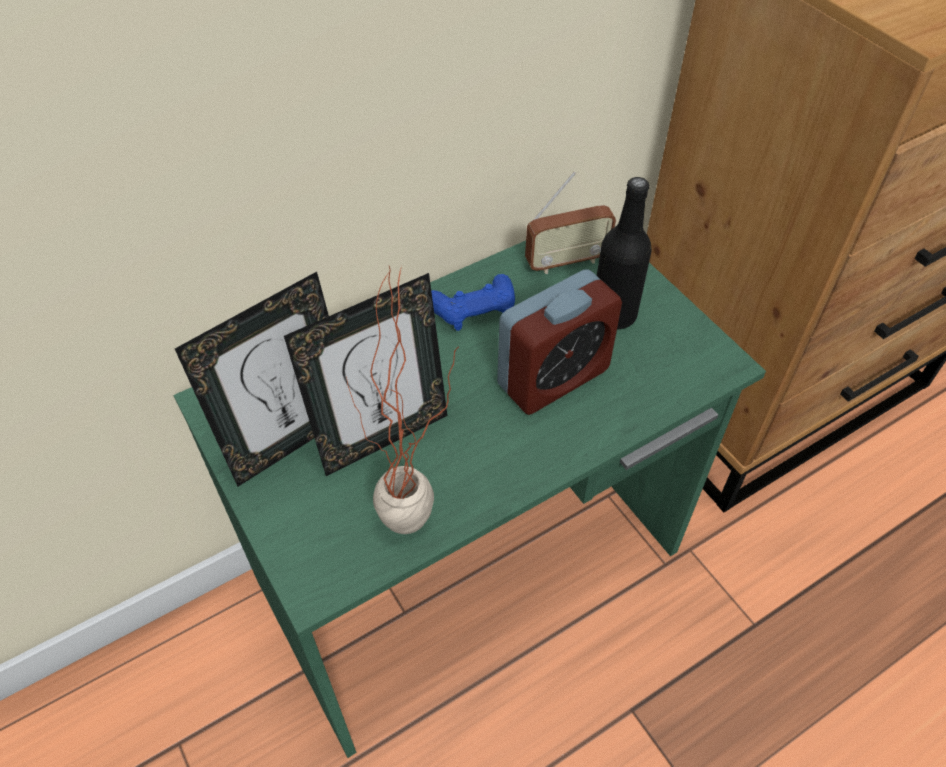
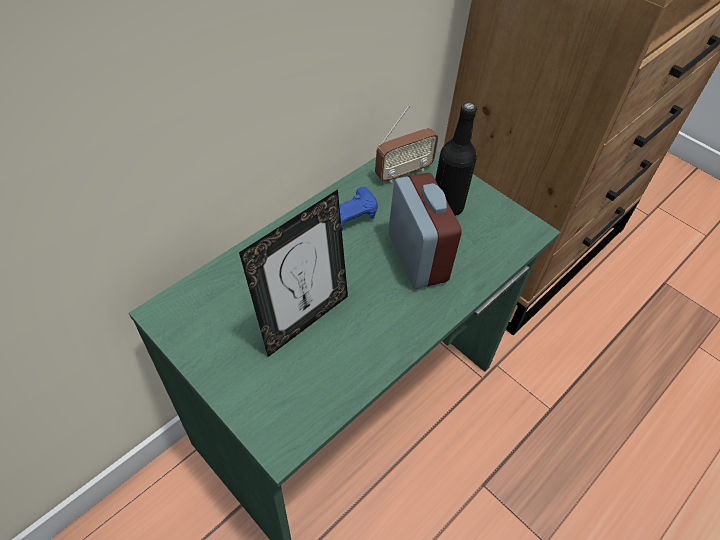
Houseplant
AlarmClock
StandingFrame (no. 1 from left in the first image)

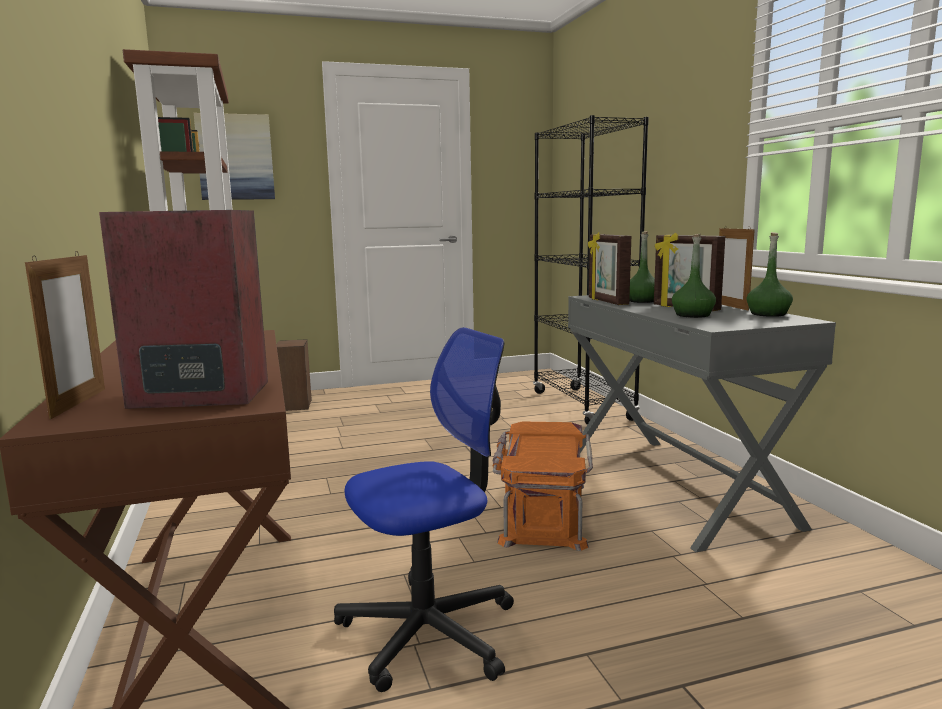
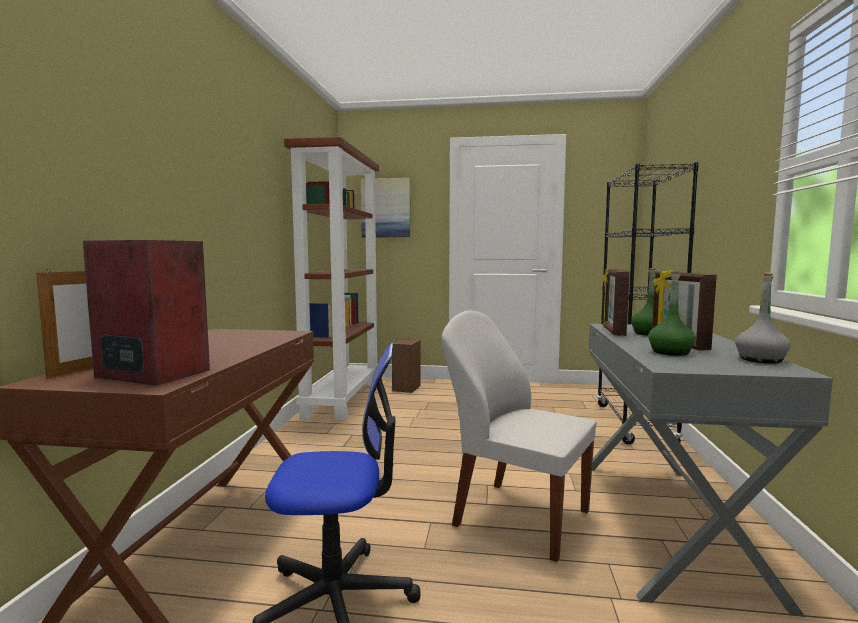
StandingFrame (no. 4 from left in the first image)
GrayDrinkBottle
WhiteColouredChair

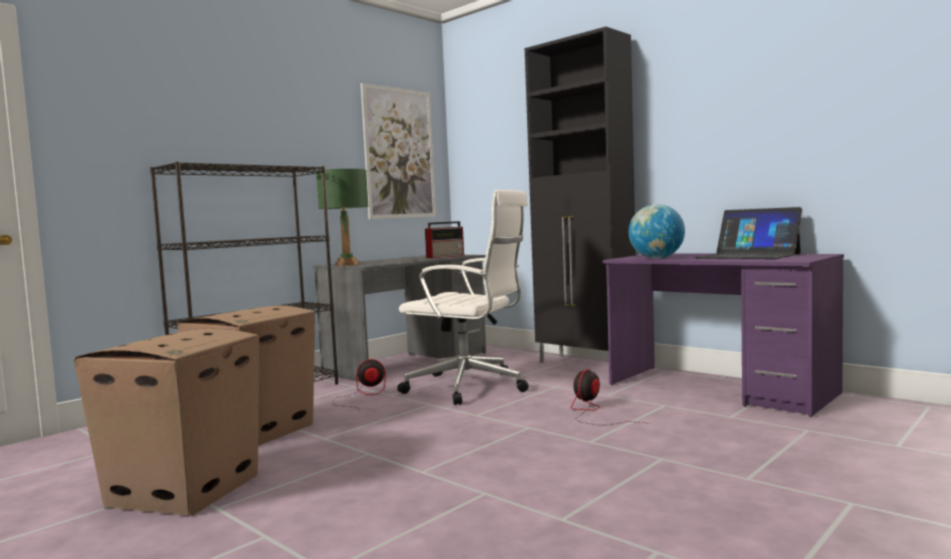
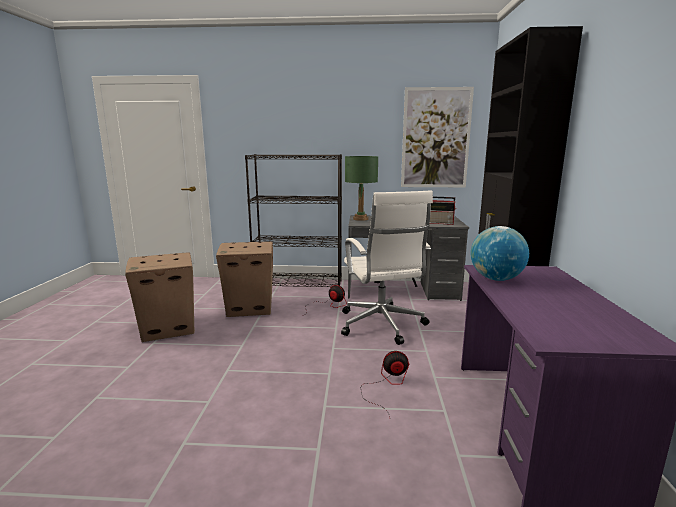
PortableComputer

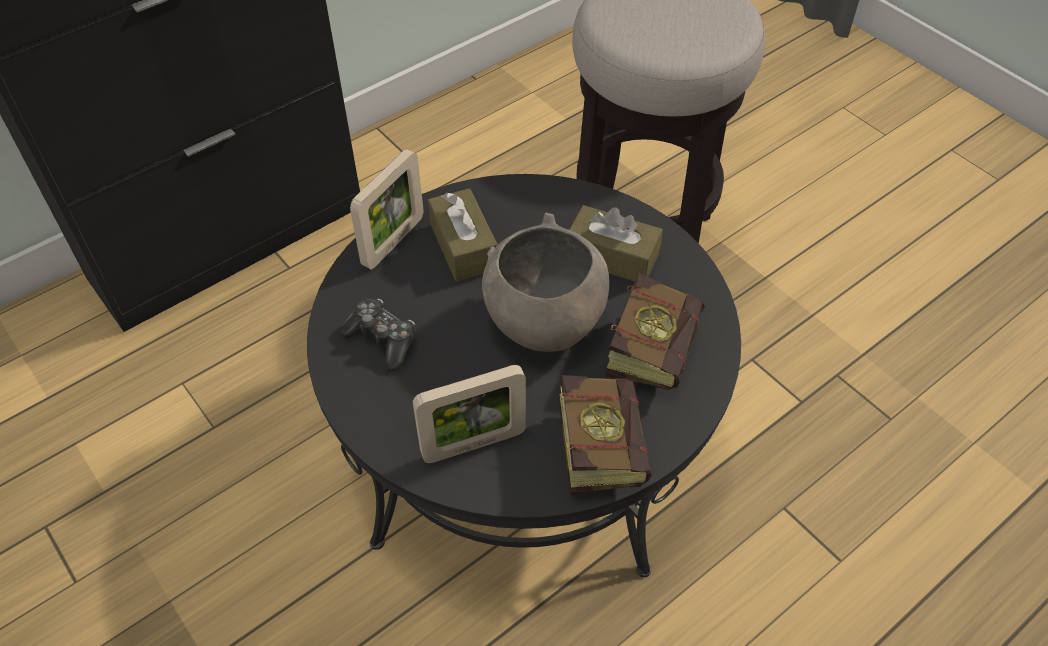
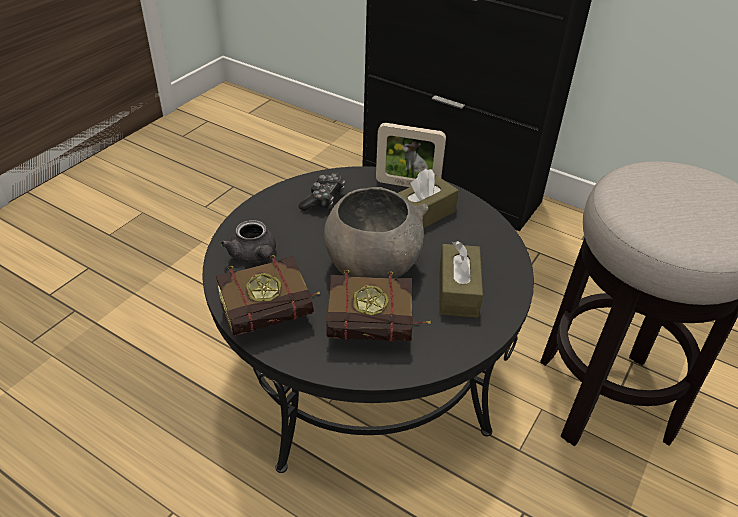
GrayPotForTea

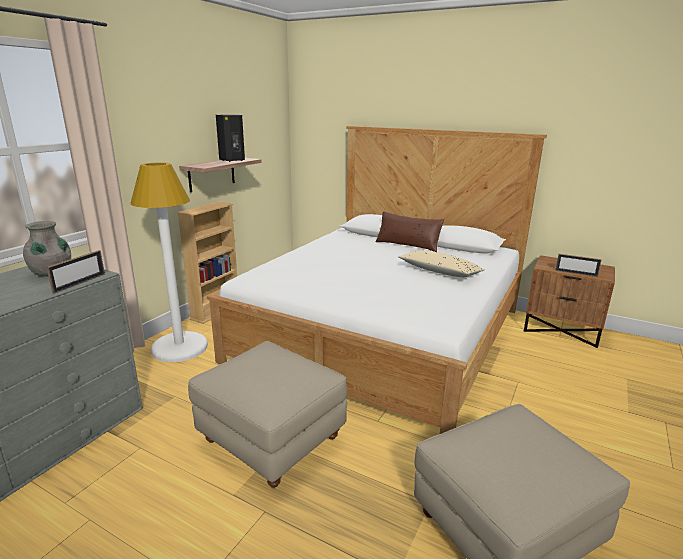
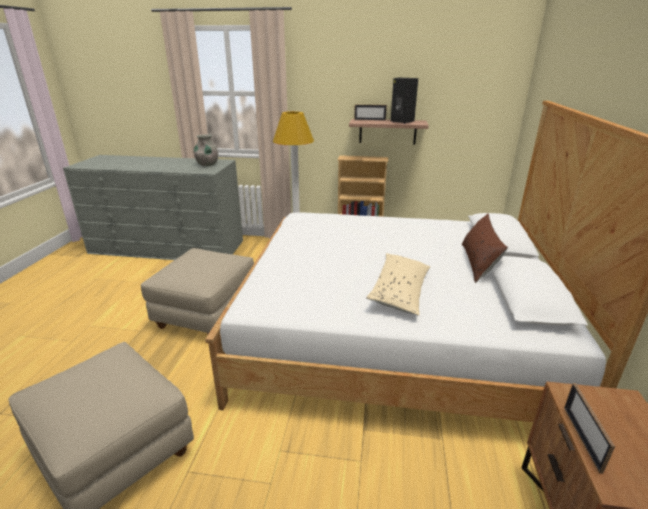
StandingFrame (no. 1 from left)

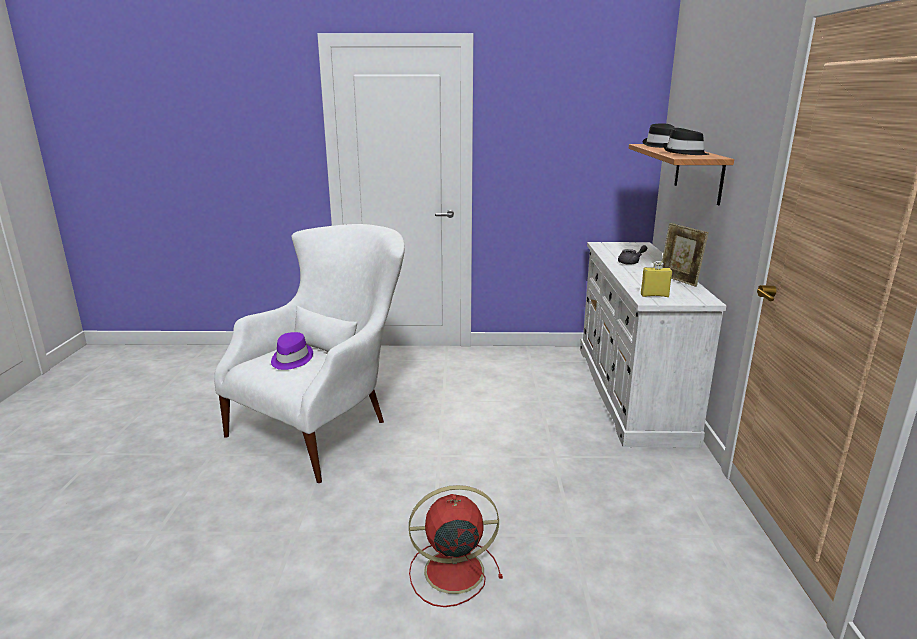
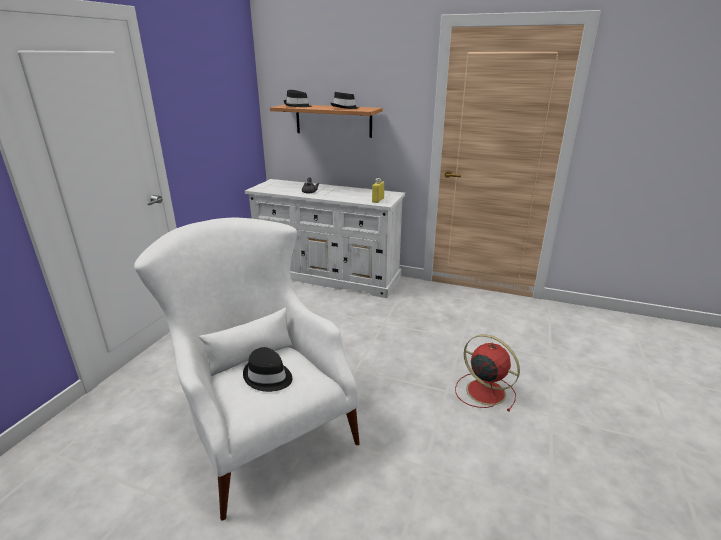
StandingFrame
BlackHat (no. 1 from left)
RedColouredFan

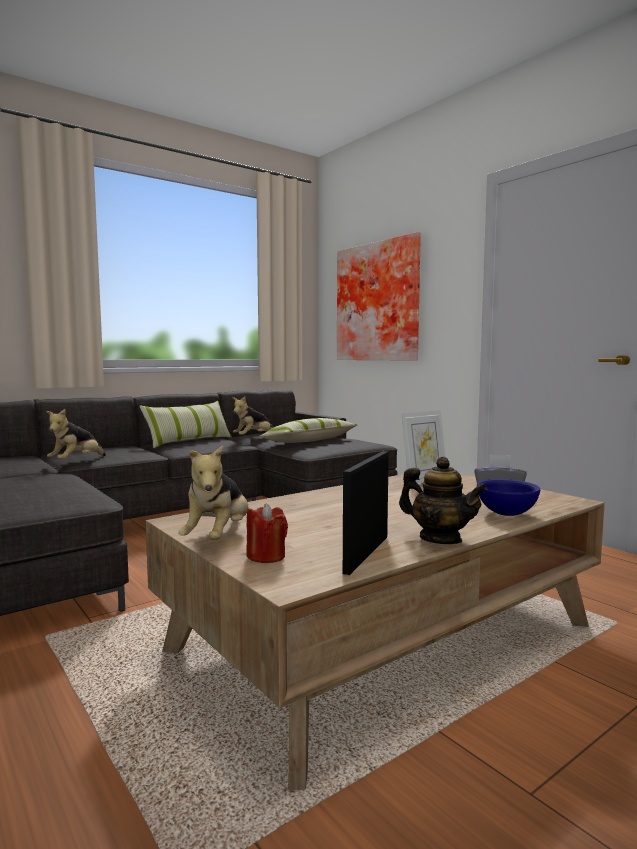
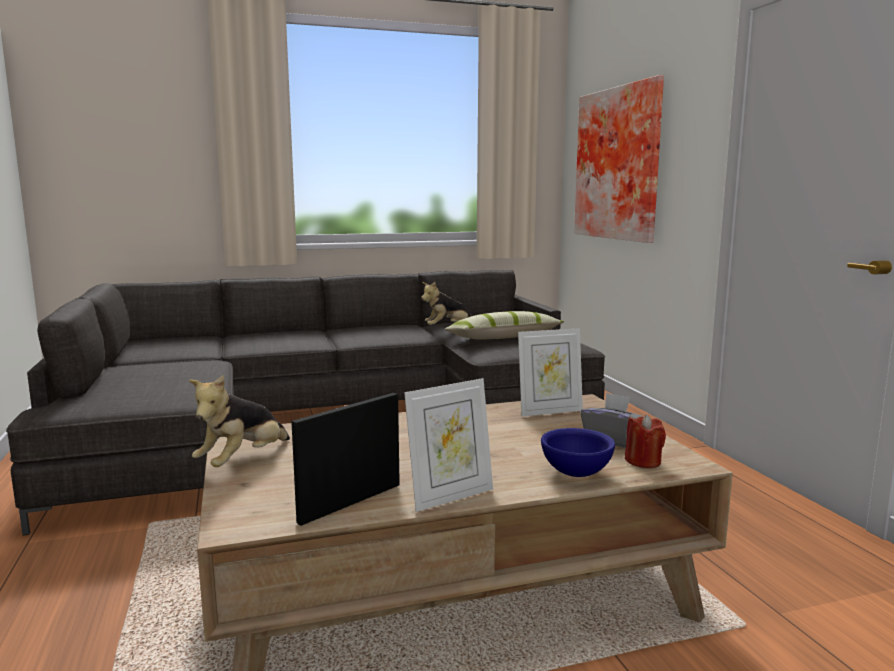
ThrowPillow (no. 1 from left in the first image)
SoftToy (no. 1 from left in the first image)
StandingFrame (no. 2 from left)
RedColouredWaxLight

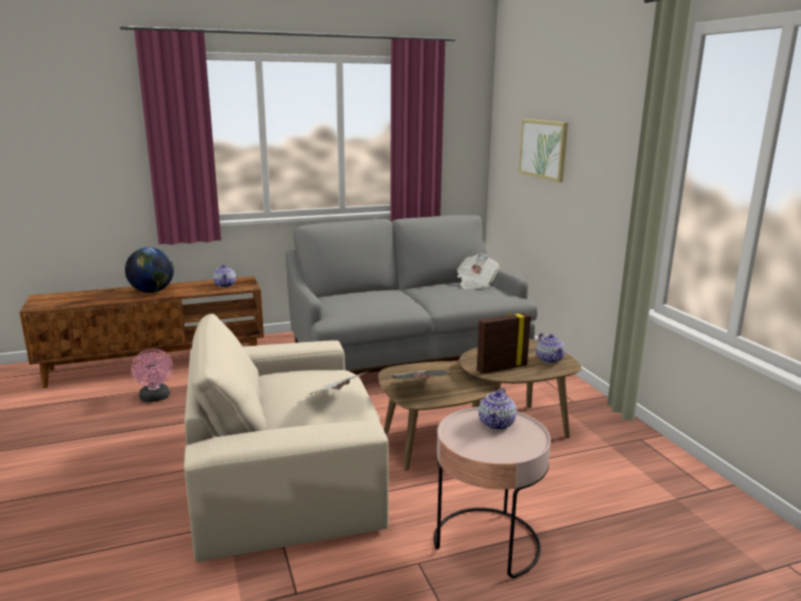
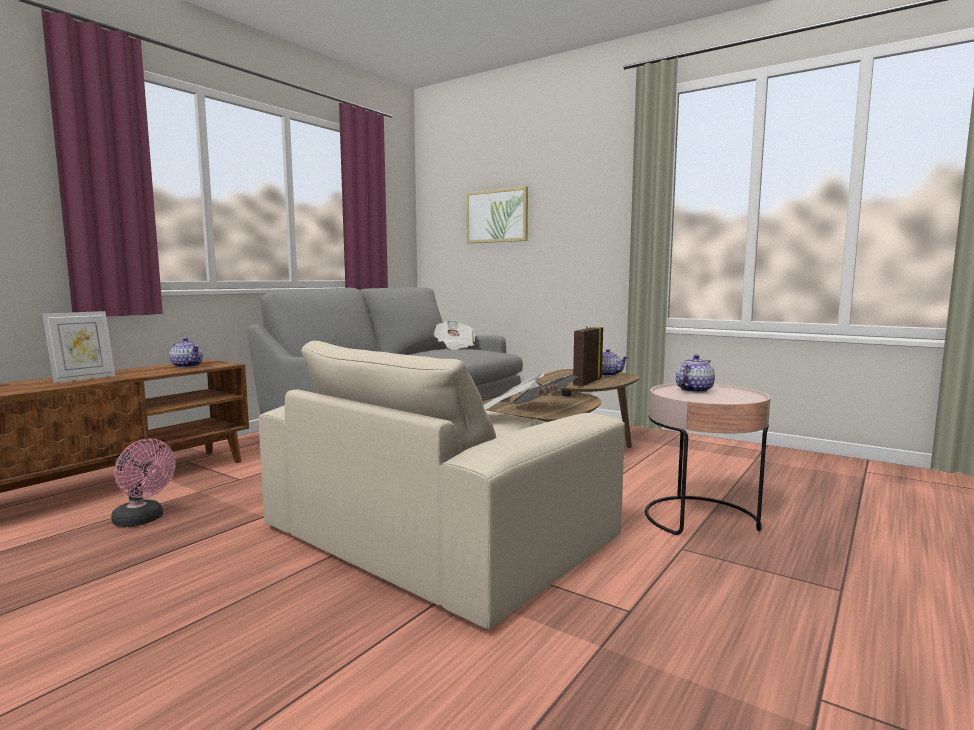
StandingFrame (no. 1 from left)
PotForTea (no. 3 from left)

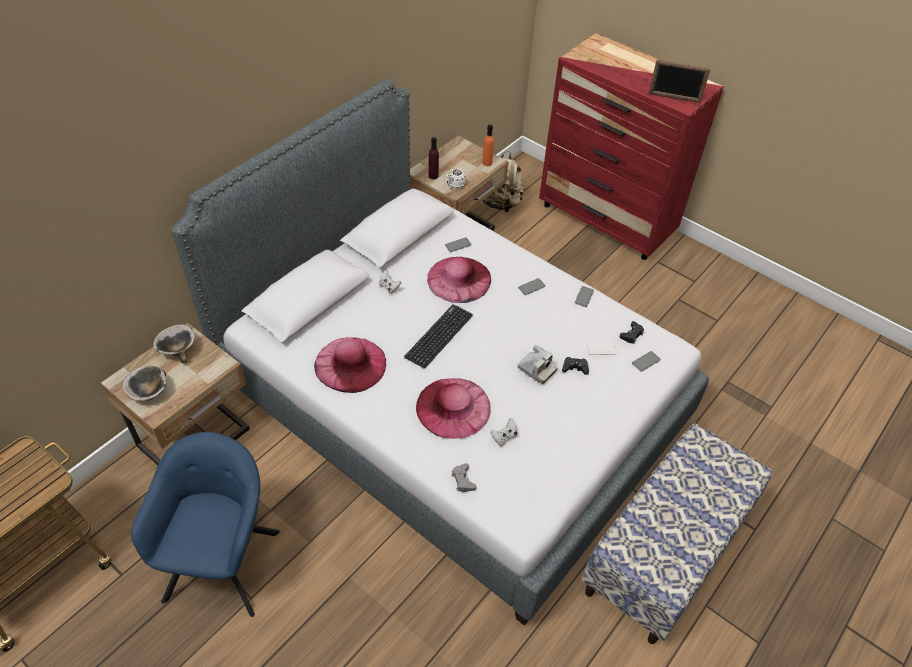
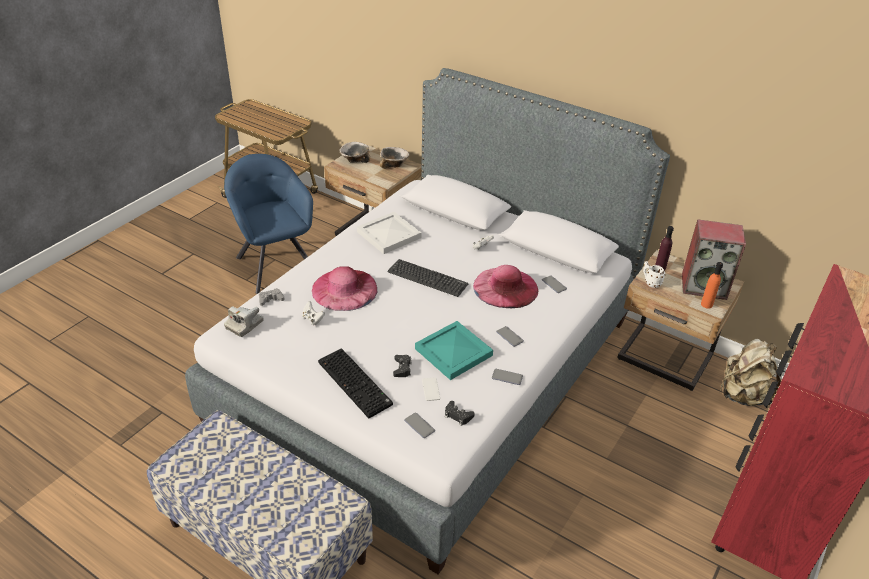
StandingFrame
WhiteColouredCarryingTray
StillCamera
BlueColouredArmchair
Loudspeaker
TurquoiseColouredCarryingTray
ComputerKeyboard (no. 1 from left)

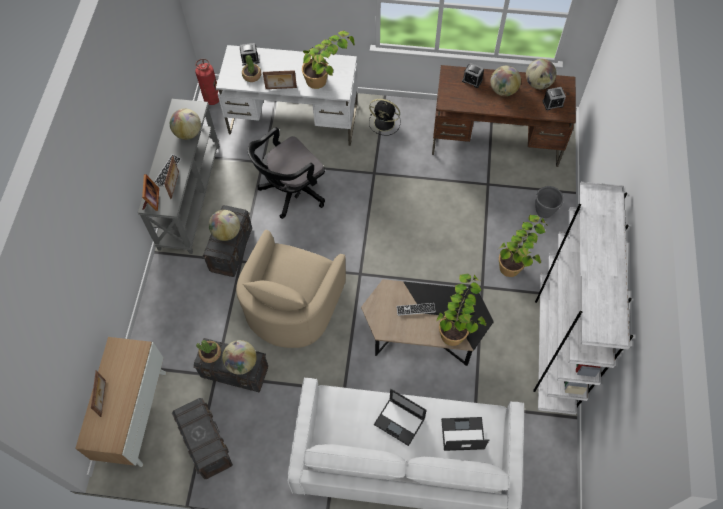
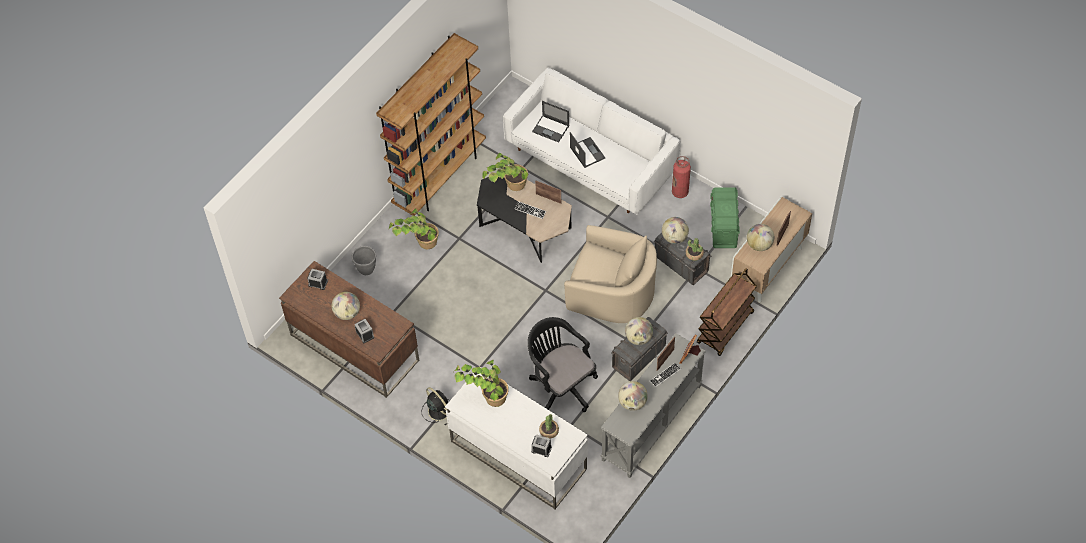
FireExtinguisher
DeskGlobe (no. 5 from left)
StandingFrame (no. 1 from left)
BlackComputerChair
BrownBookcase
BeigeColouredArmchair
GreenishStorageBin
BrownCart

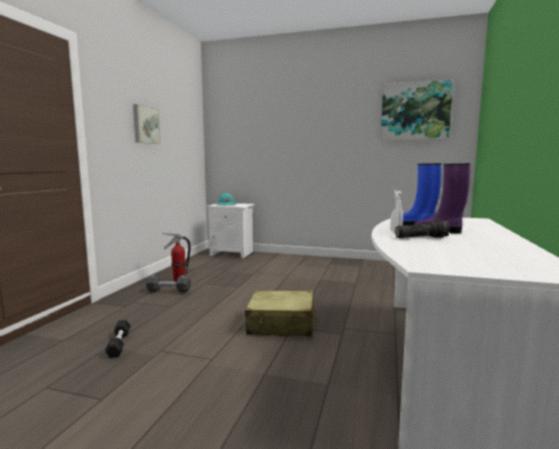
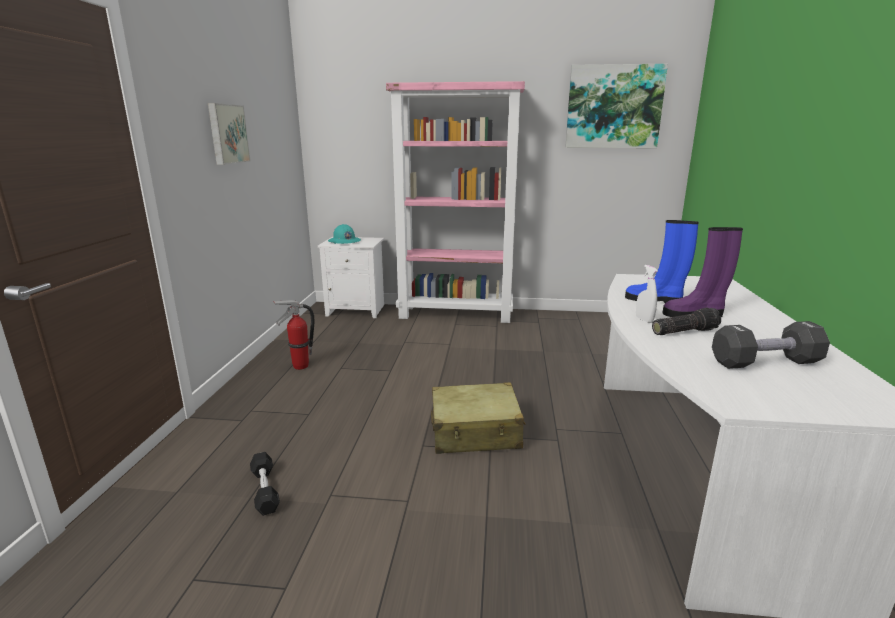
BlackFreeWeight (no. 2 from left)
PinkBookcase

